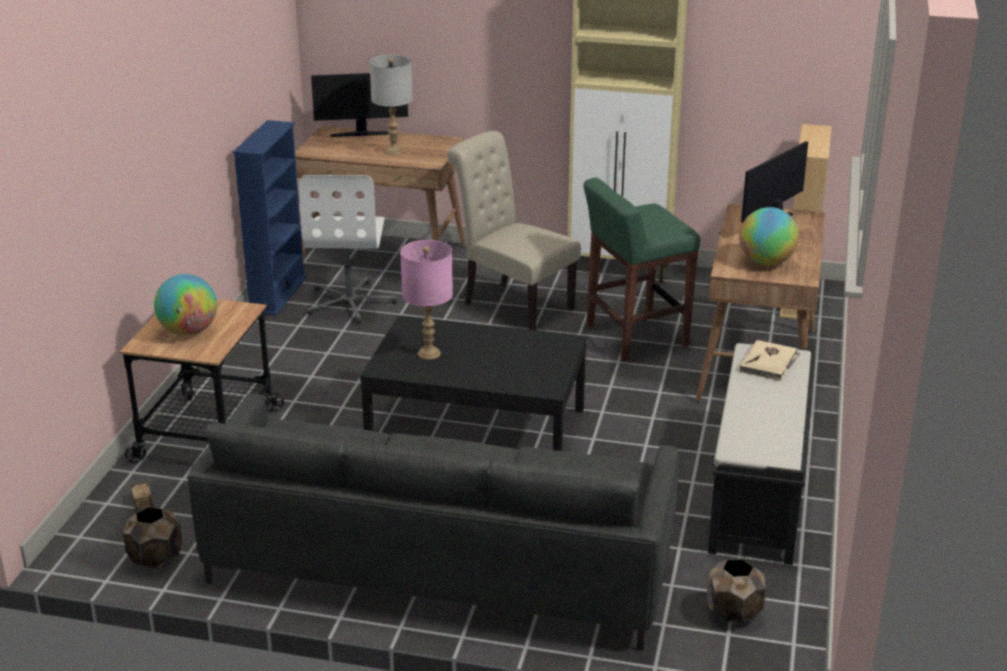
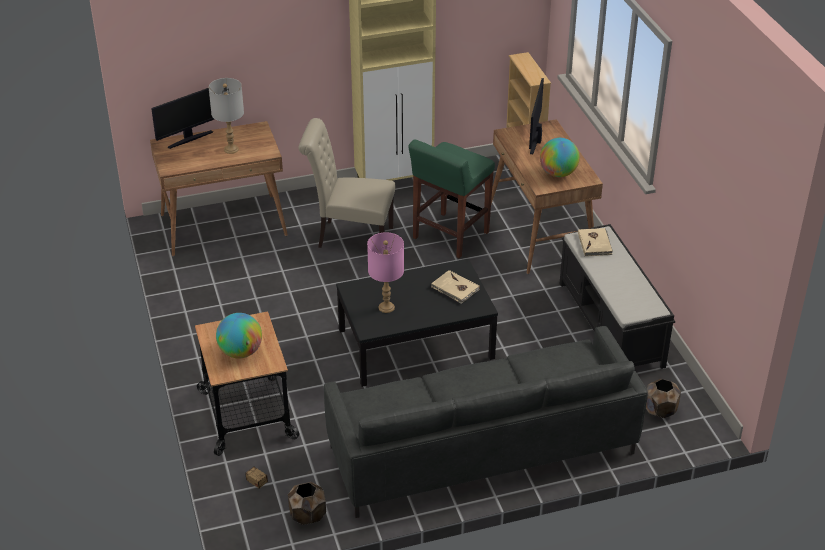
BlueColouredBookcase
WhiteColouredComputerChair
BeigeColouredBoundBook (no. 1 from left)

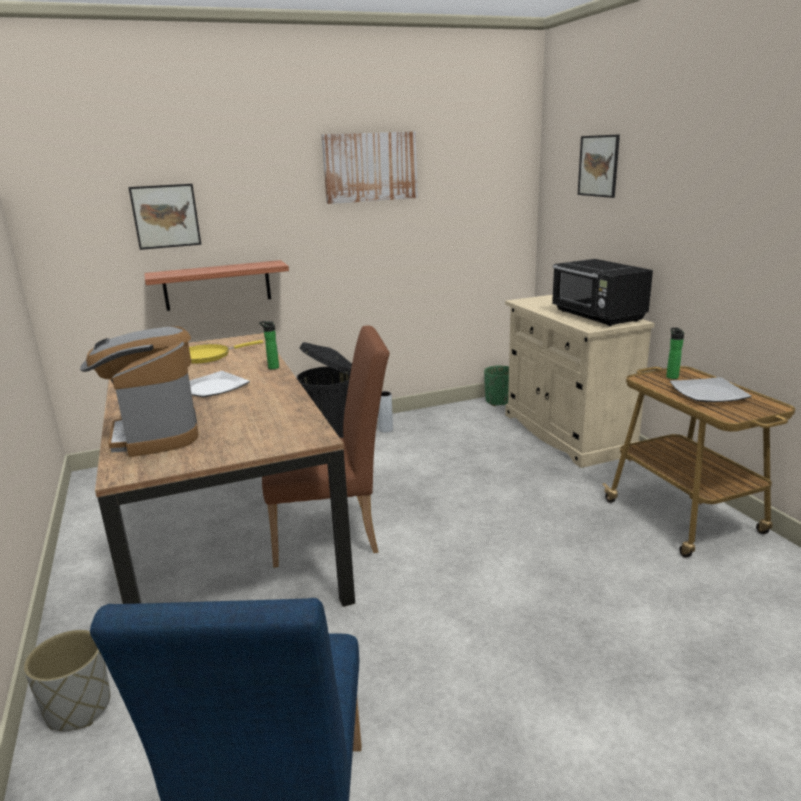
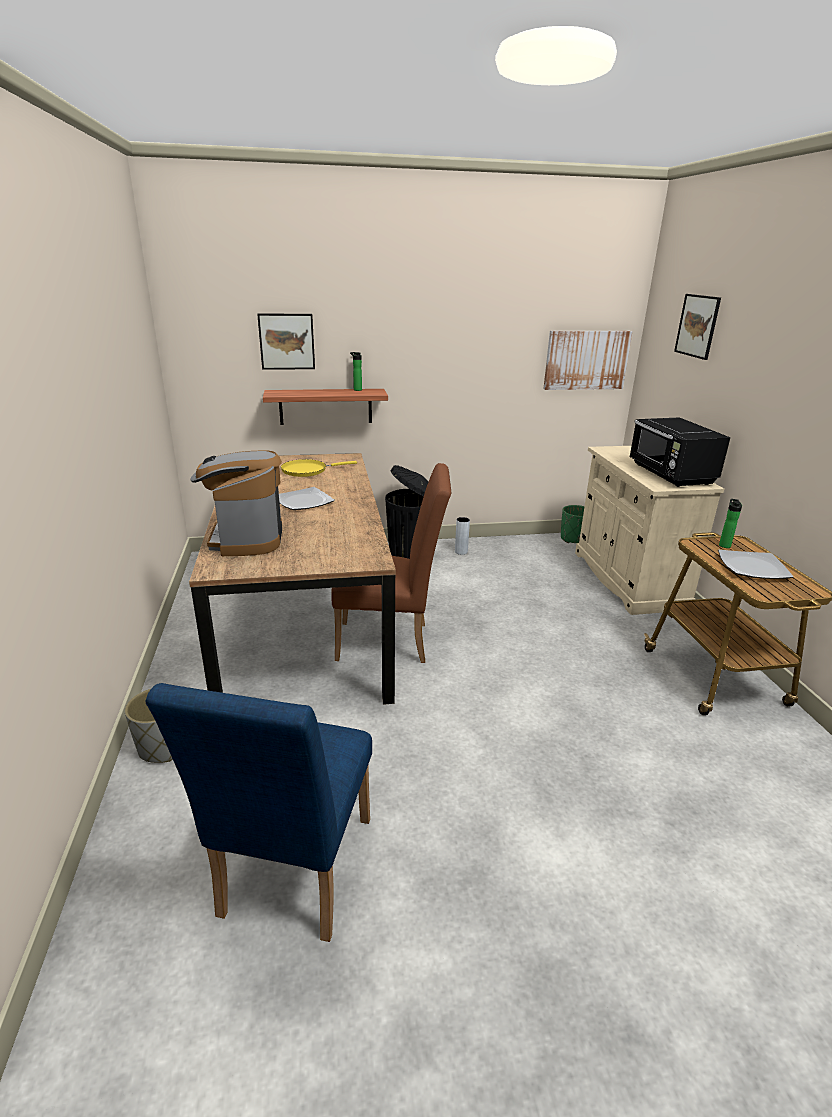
WallArt (no. 2 from left)
DrinkBottle (no. 1 from left)

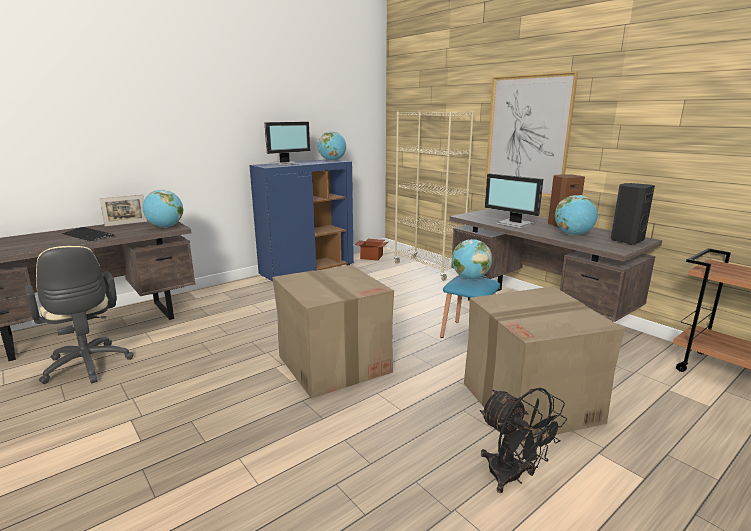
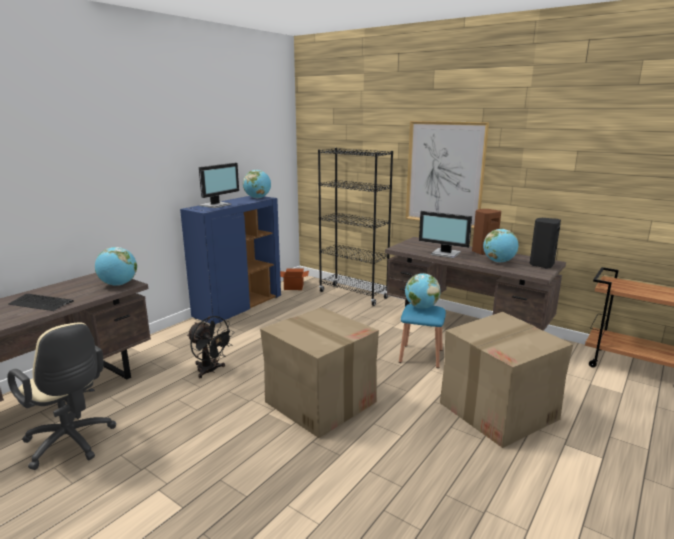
BlackBookcase
StandingFrame
BlackFan

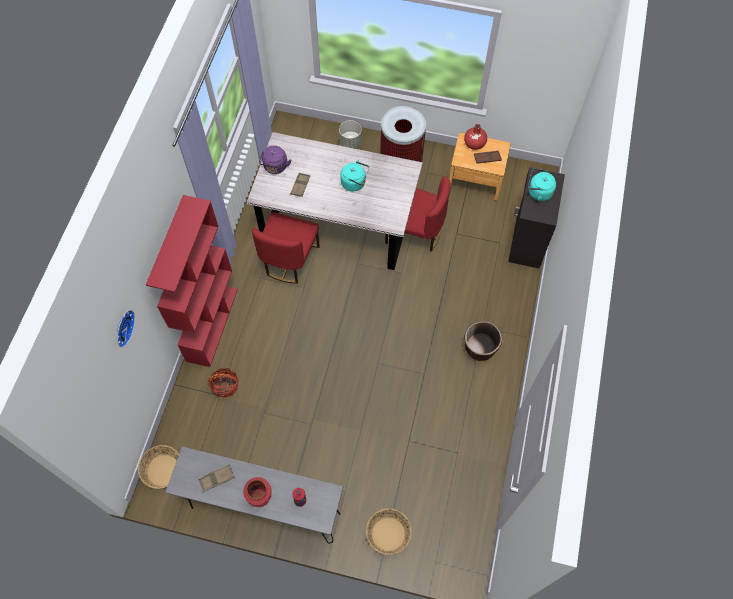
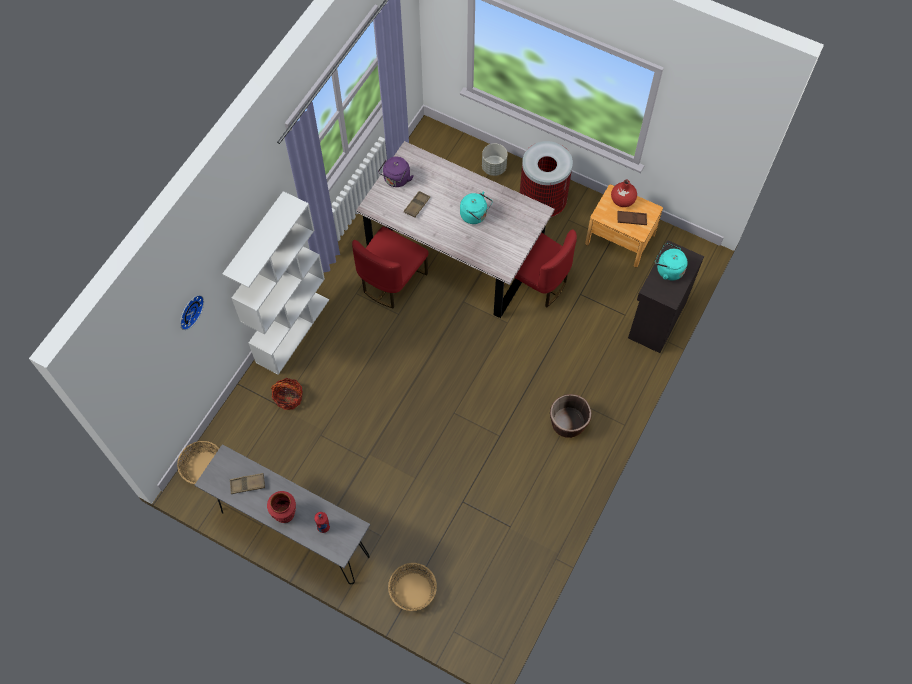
WhiteColouredBookcase

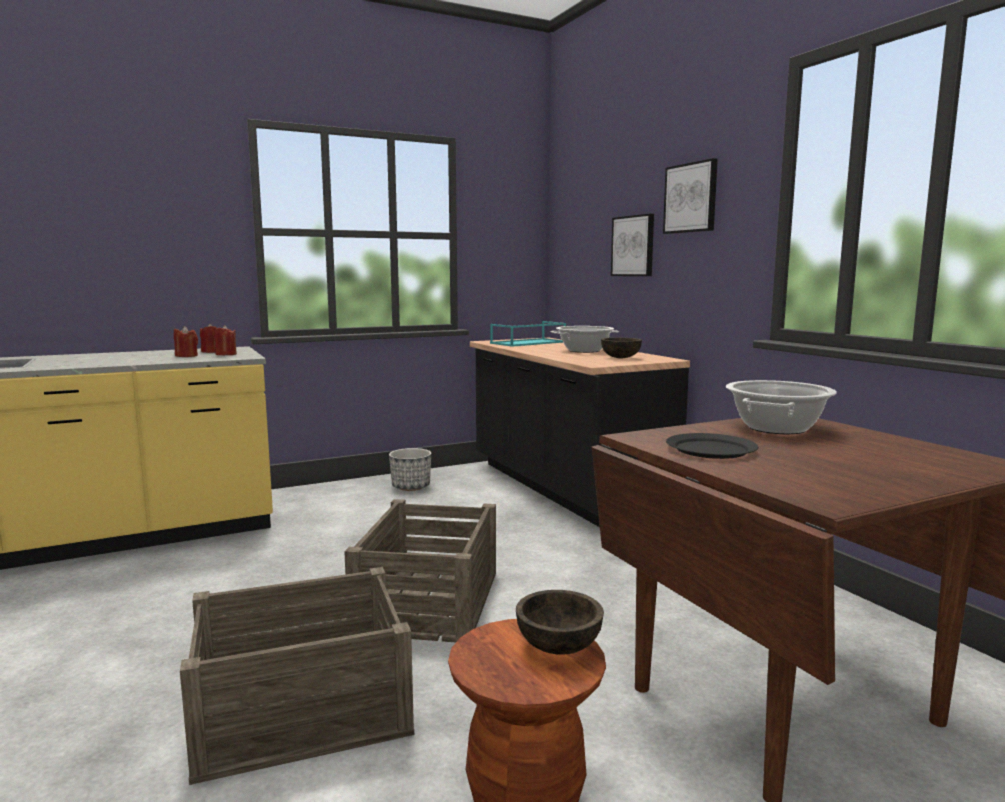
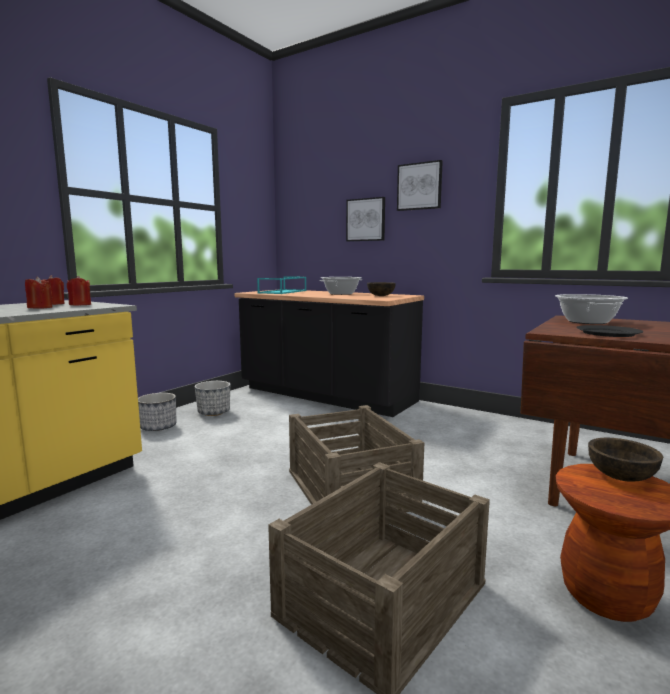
FlowerPot (no. 1 from left)

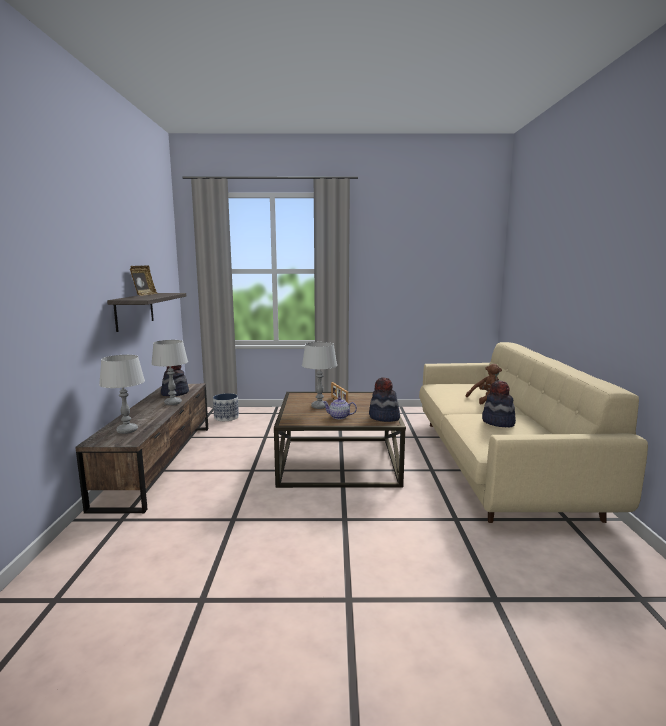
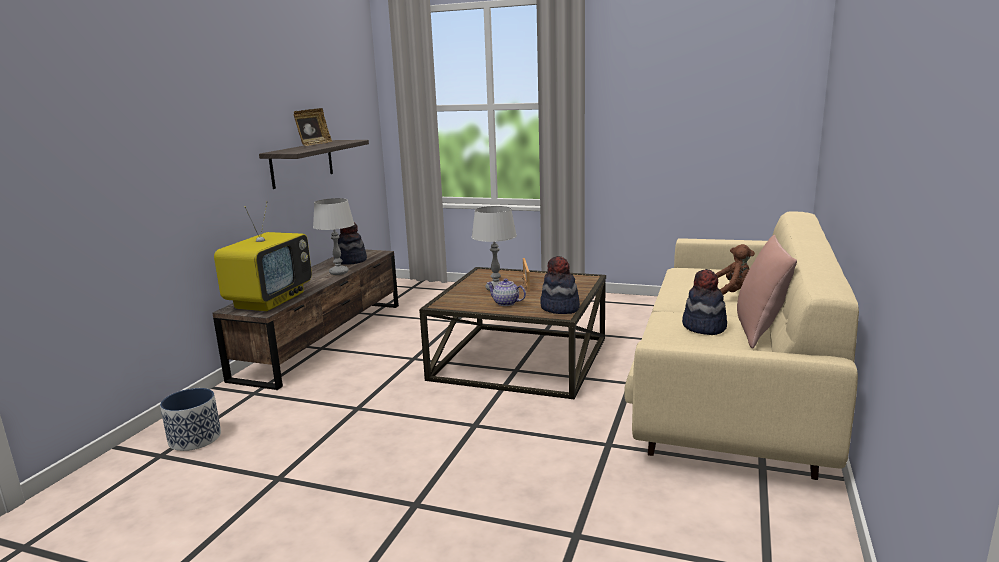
Tv
FlowerPot
PinkThrowPillow

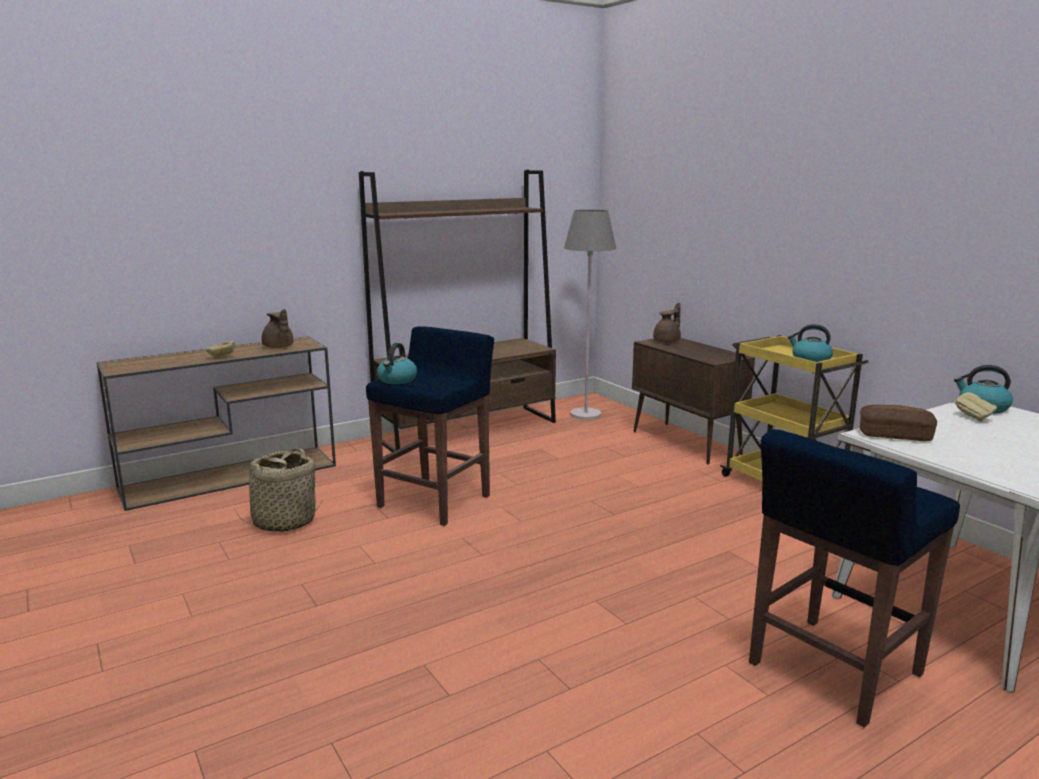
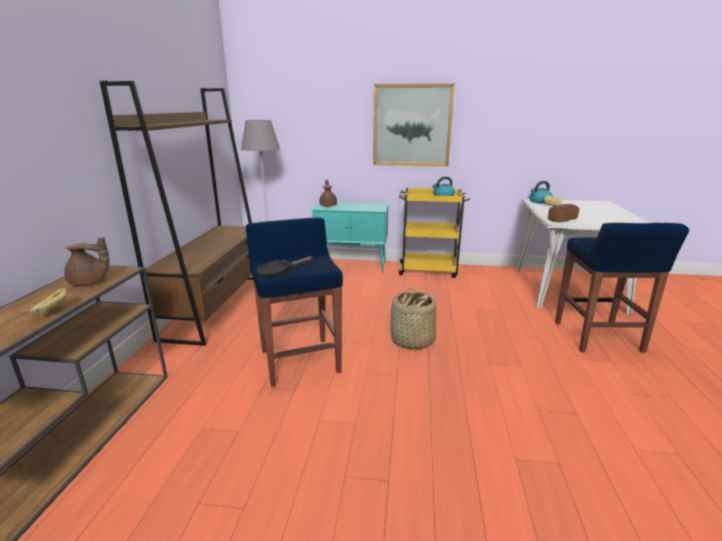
TurquoiseColouredCupboard
BlackFryingPan
HouseholdBasket
WallArt

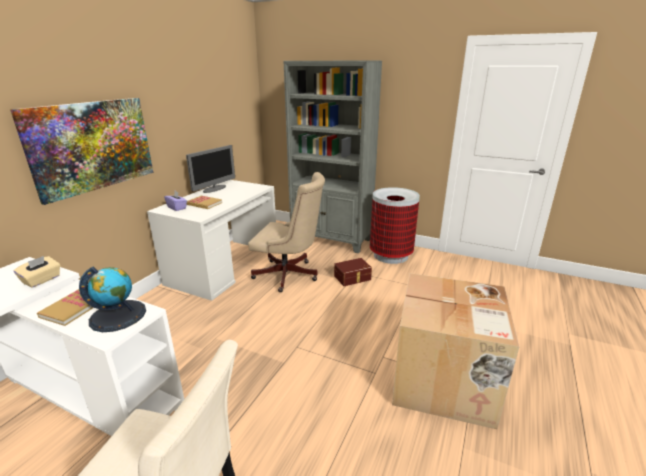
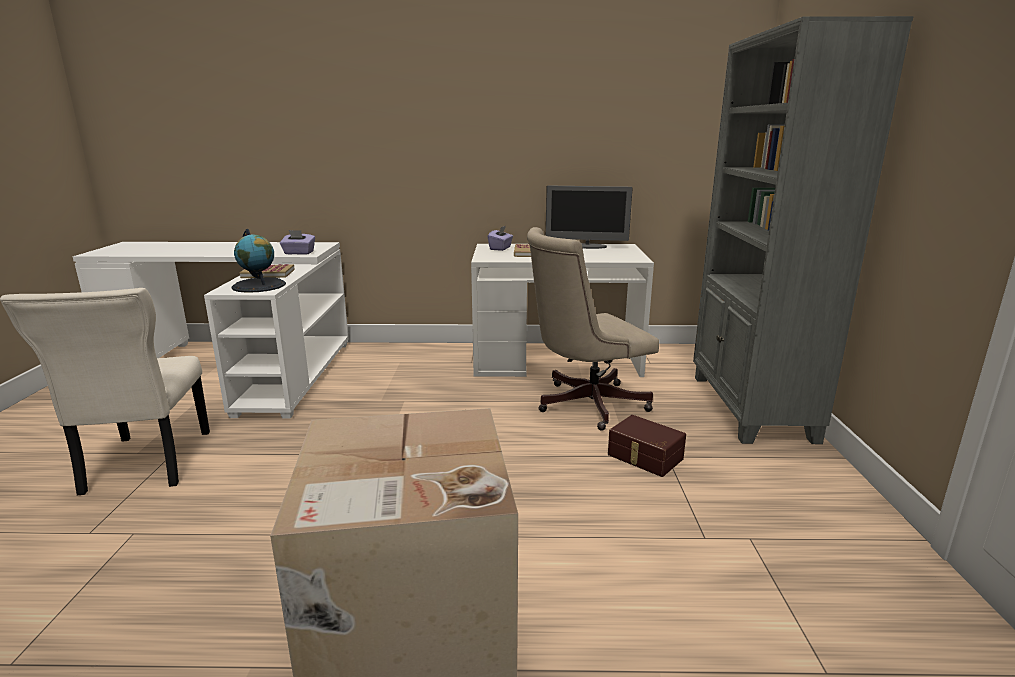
WallArt
BeigeColouredComputerChair
TrashCan
PurpleTissueHolder (no. 1 from left)

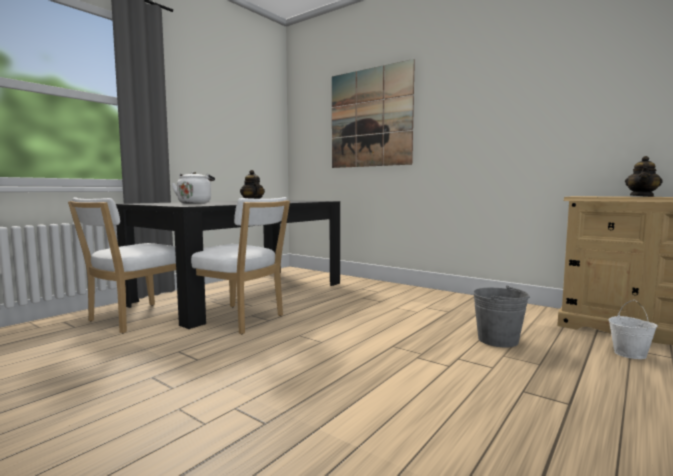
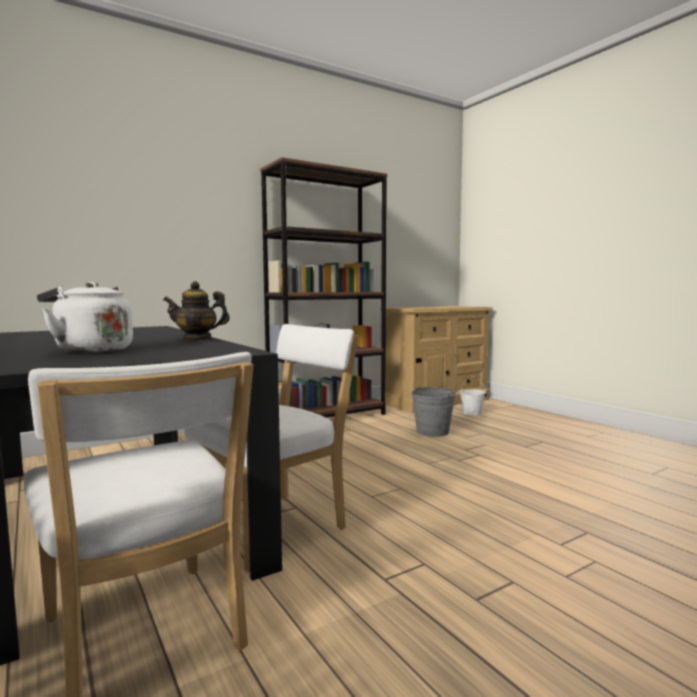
WallArt
PotForTea (no. 2 from left in the first image)
BrownBookcase

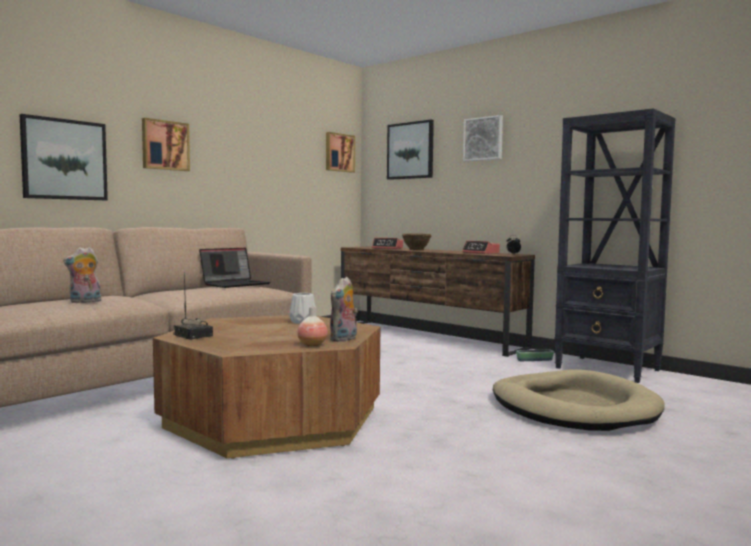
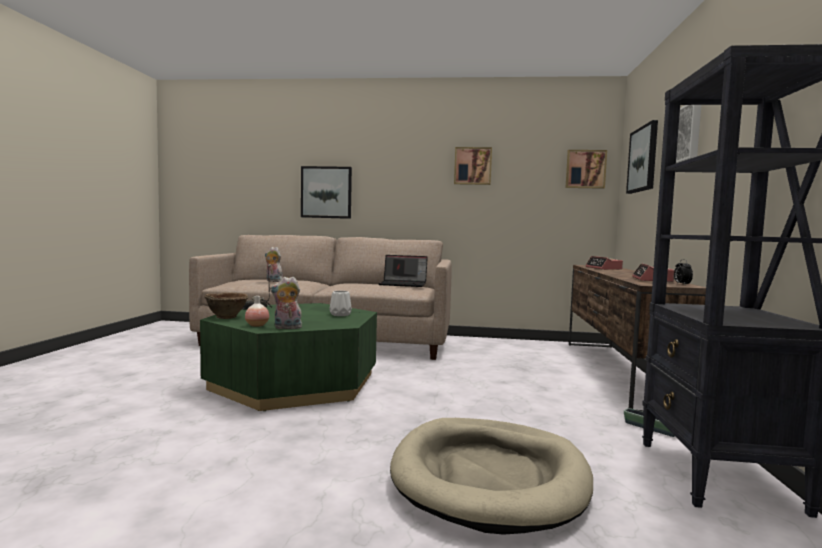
WallArt (no. 2 from left)
BrownDeepDish
GreenishLowTable

